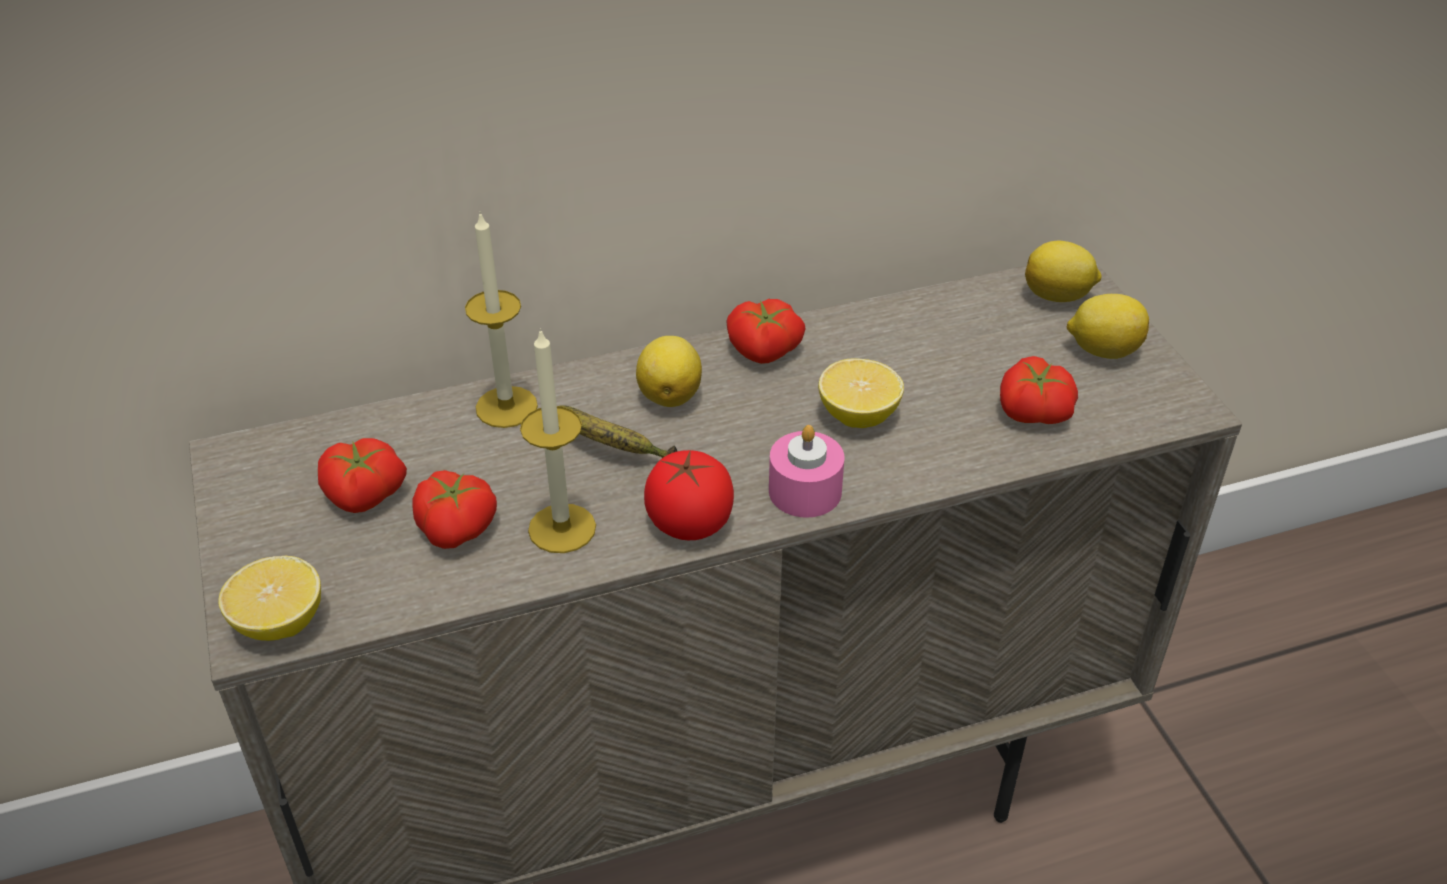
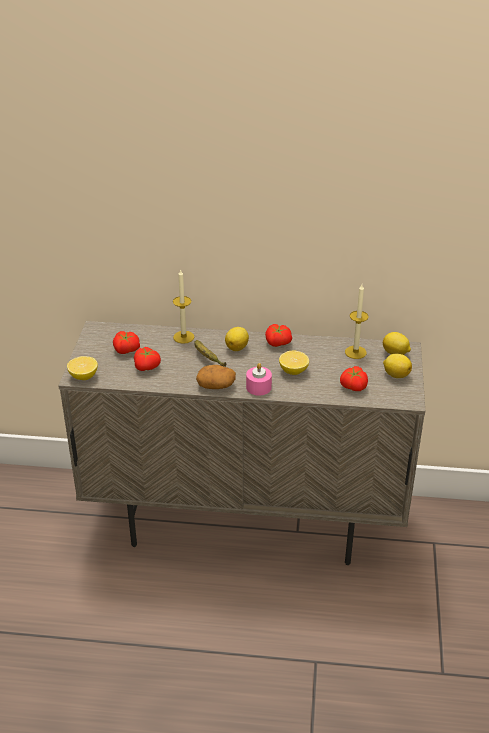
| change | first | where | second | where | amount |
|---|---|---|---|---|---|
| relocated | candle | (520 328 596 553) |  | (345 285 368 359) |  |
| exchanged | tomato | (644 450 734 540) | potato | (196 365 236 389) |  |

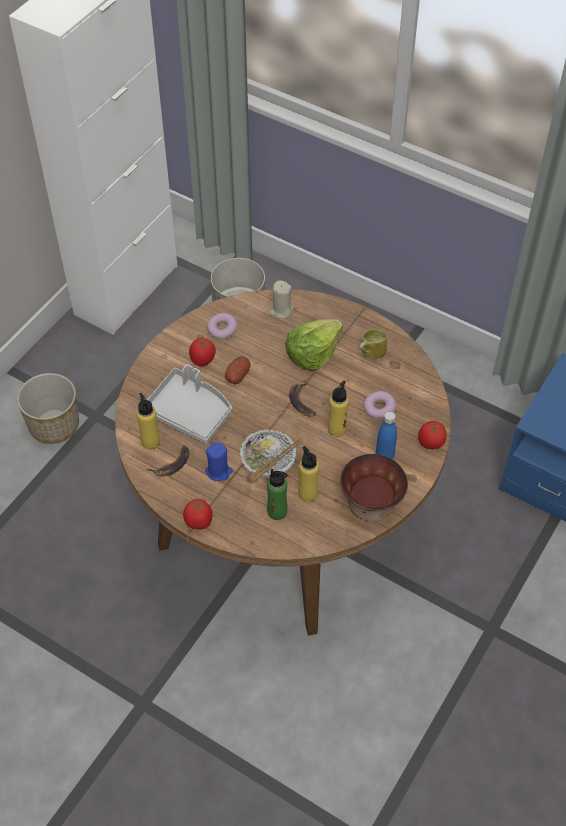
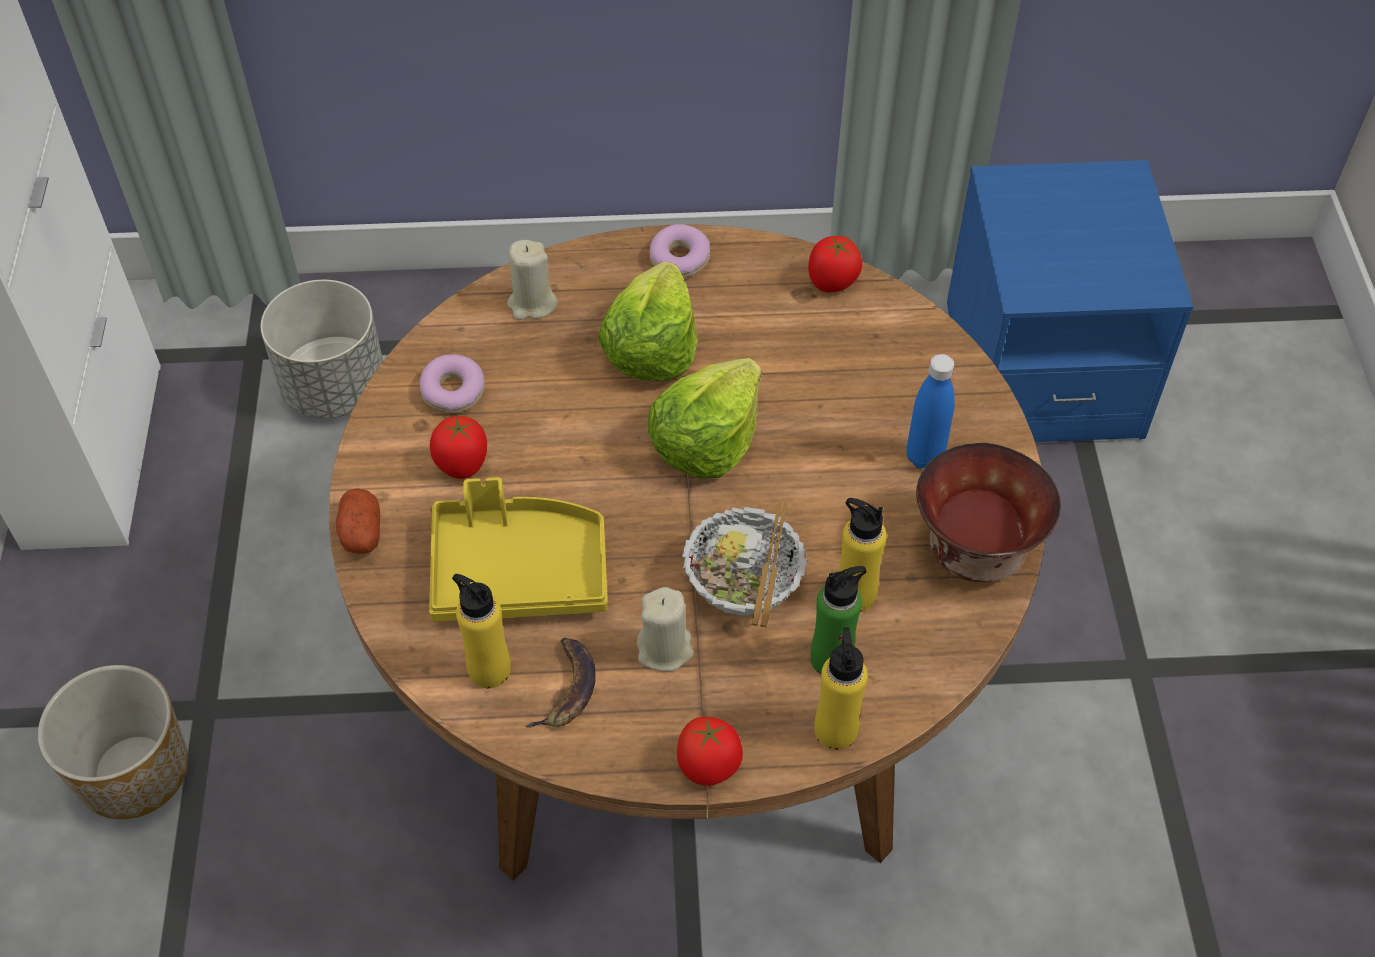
| change | first | where | second | where | amount |
|---|---|---|---|---|---|
| missing | mug | (359 329 387 358) |  |  |  |
| relocated | potato | (225 356 251 384) |  | (336 488 380 554) |  |
| colour | grey tray | (147 364 232 444) | yellow tray | (429 477 608 621) |  |
| relocated | yellow bottle | (328 380 349 437) |  | (814 627 868 750) |  |
| exchanged | banana | (289 382 316 416) | lettuce | (648 358 761 479) |  |
| relocated | donut | (364 391 396 420) |  | (650 224 710 278) |  |
| relocated | tomato | (418 421 446 449) |  | (808 236 862 293) |  |
| colour | blue candle | (205 442 233 481) | beige candle | (637 587 694 672) |  |

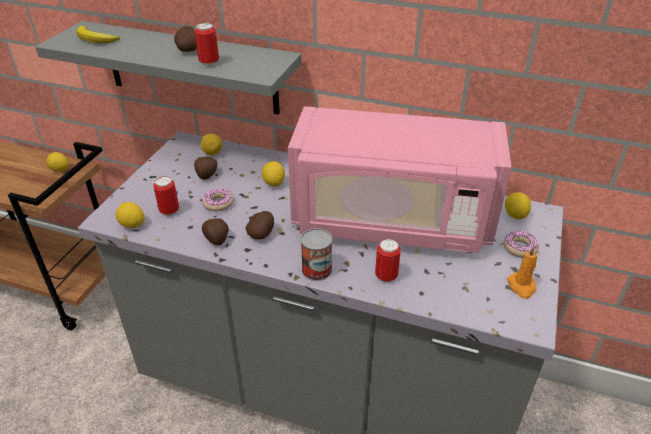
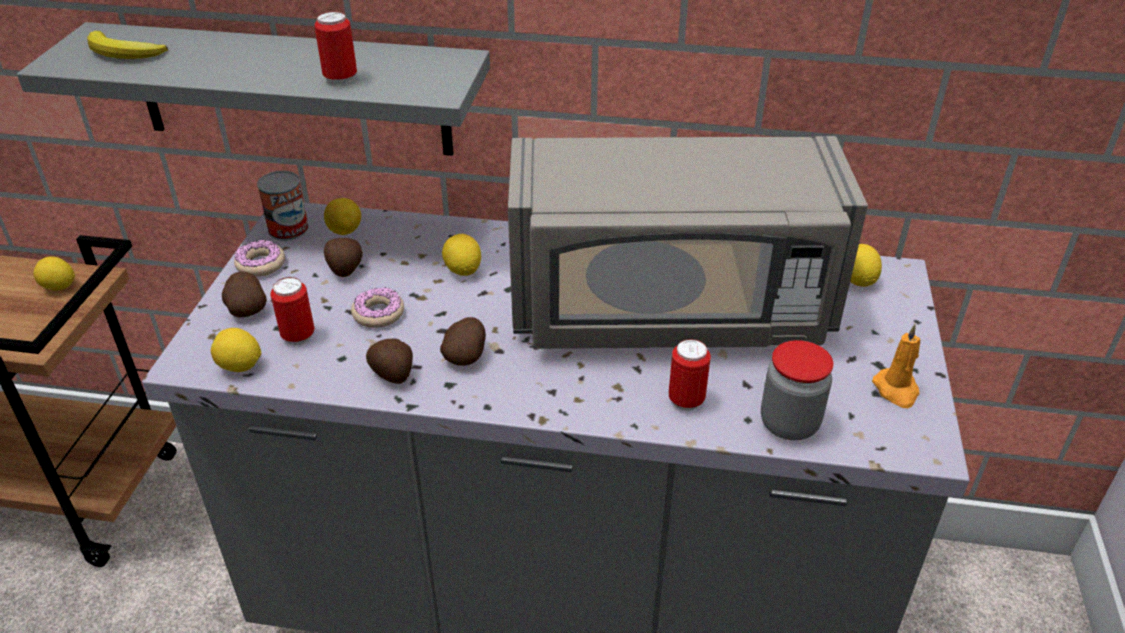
| change | first | where | second | where | amount |
|---|---|---|---|---|---|
| relocated | potato | (174 26 197 52) |  | (222 272 267 318) |  |
| colour | pink microwave | (288 106 512 253) | grey microwave | (508 136 868 349) |  |
| relocated | can | (301 228 332 281) |  | (257 171 309 241) |  |
| relocated | donut | (504 230 539 258) |  | (234 240 285 277) |  |
| appeared |  |  | jar | (761 340 833 440) |  |

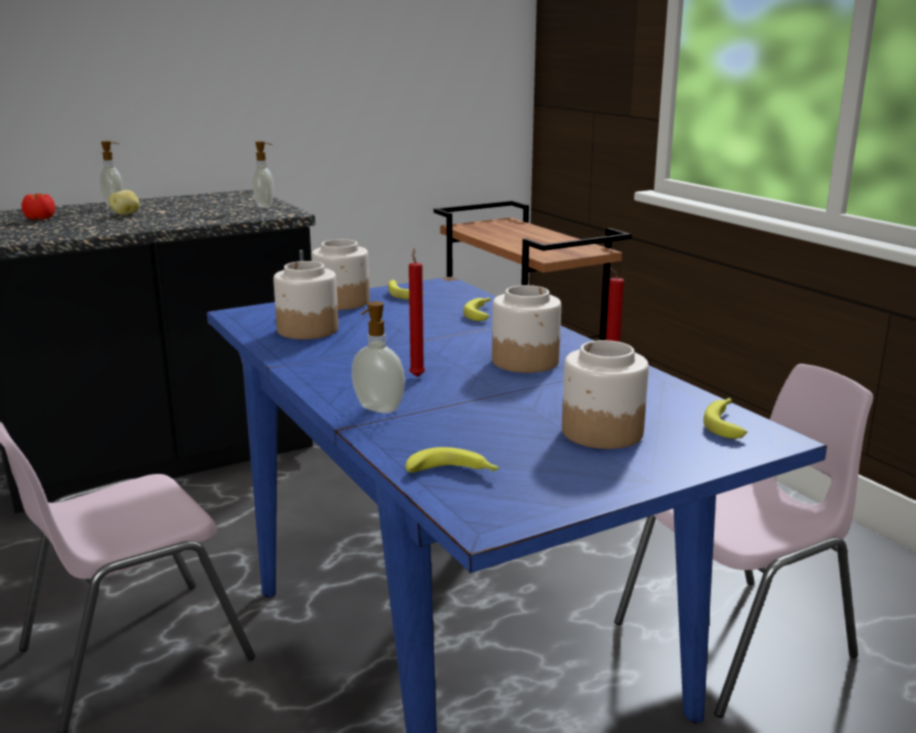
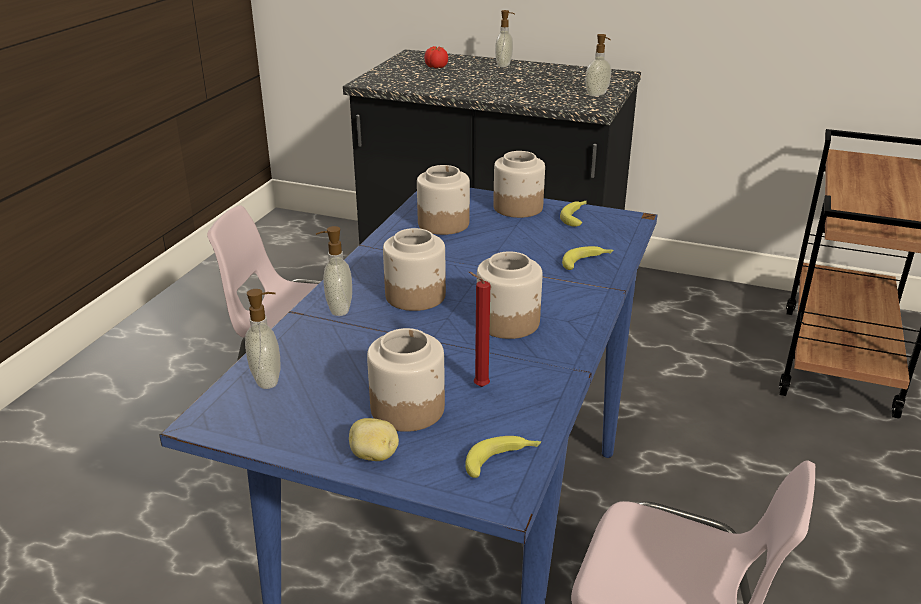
| change | first | where | second | where | amount |
|---|---|---|---|---|---|
| relocated | potato | (109 190 139 215) |  | (349 418 399 461) |  |
| exchanged | red candle | (409 248 425 377) | jar | (383 228 446 311) |  |
| exchanged | banana | (405 447 500 473) | soap dispenser | (245 289 281 389) |  |

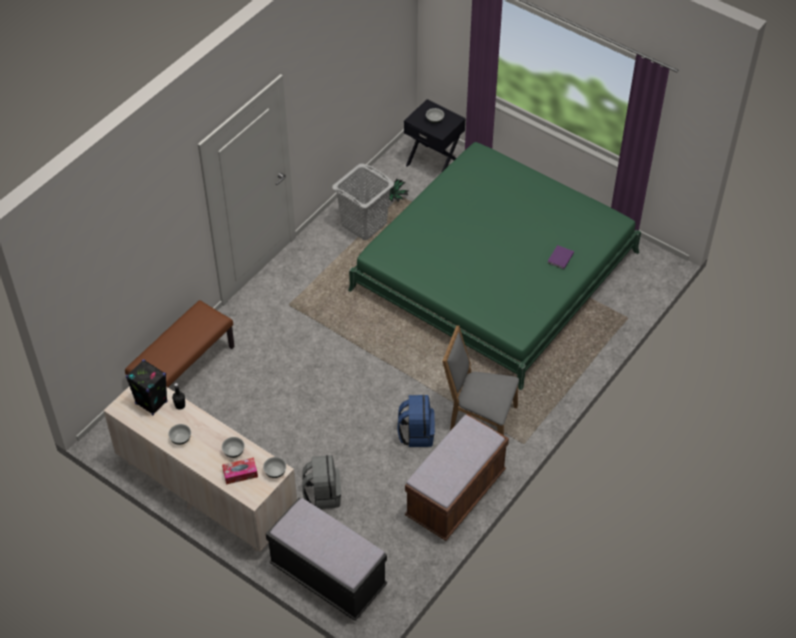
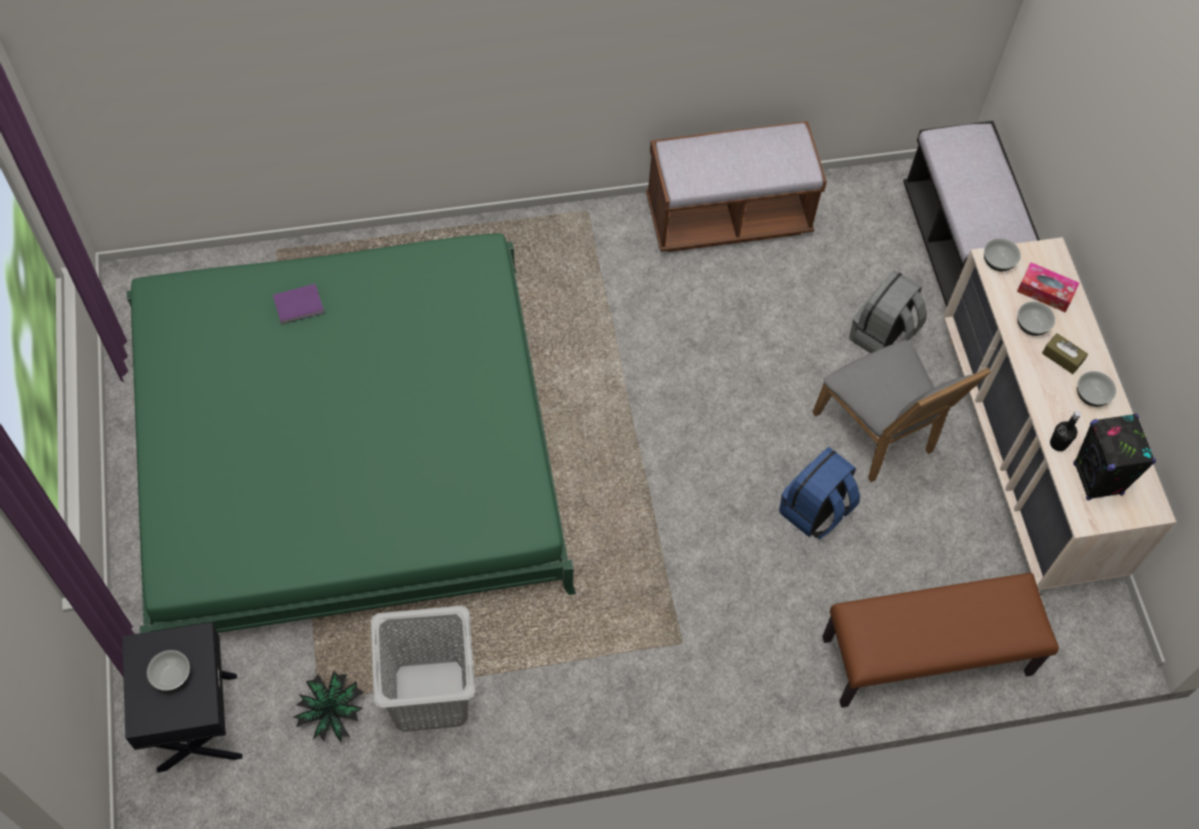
| change | first | where | second | where | amount |
|---|---|---|---|---|---|
| relocated | grey chair | (442 325 519 435) |  | (812 340 991 482) |  |
| relocated | blue backpack | (397 395 435 447) |  | (779 447 860 539) |  |
| appeared |  |  | brown tissue box | (1042 333 1088 374) |  |

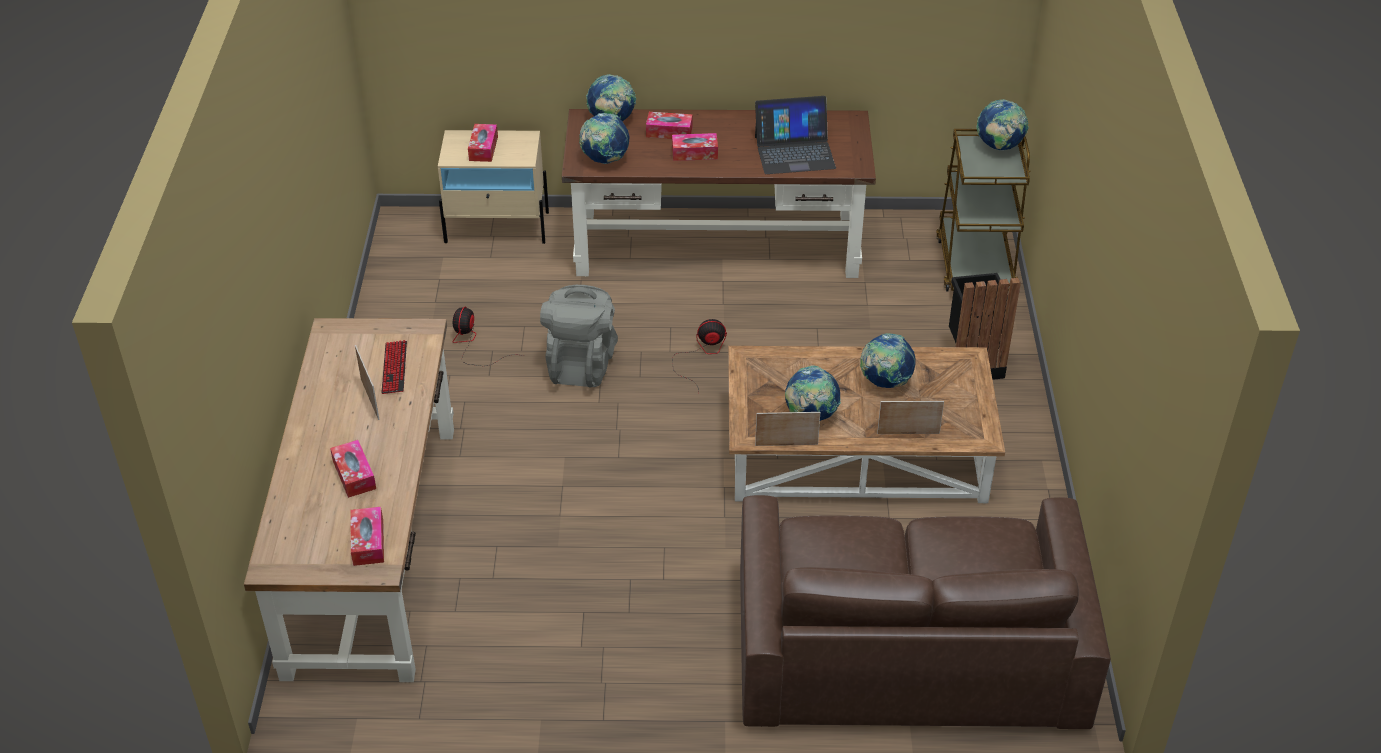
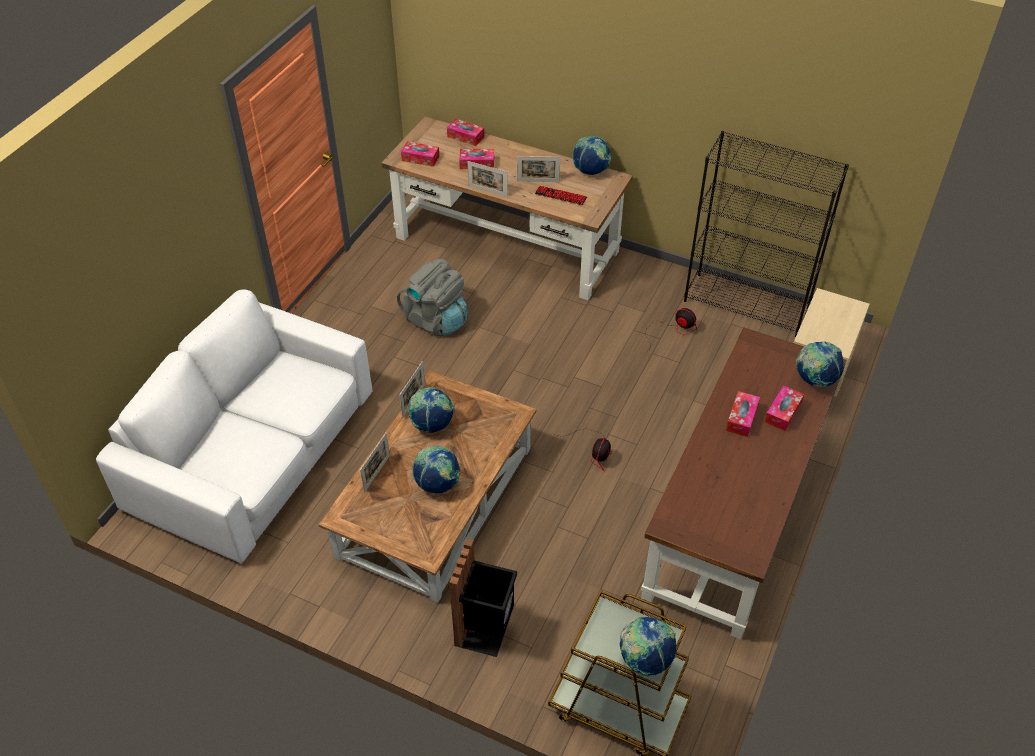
| change | first | where | second | where | amount |
|---|---|---|---|---|---|
| missing | laptop | (755 96 836 174) |  |  |  |
| relocated | globe | (579 113 629 164) |  | (572 136 611 175) |  |
| relocated | tissue box | (468 124 498 162) |  | (447 119 484 146) |  |
| relocated | grey backpack | (540 285 618 388) |  | (397 259 468 336) |  |
| colour | brown sofa | (740 495 1111 729) | white sofa | (96 289 372 563) |  |
| appeared |  |  | black bookcase | (684 131 849 337) |  |
| appeared |  |  | picture frame | (467 161 508 197) |  |

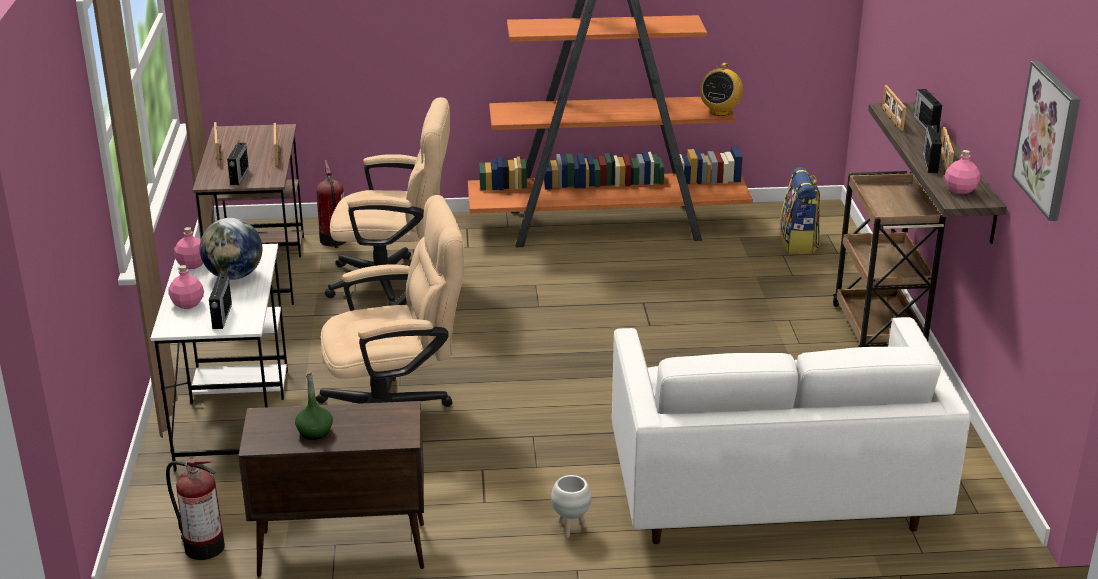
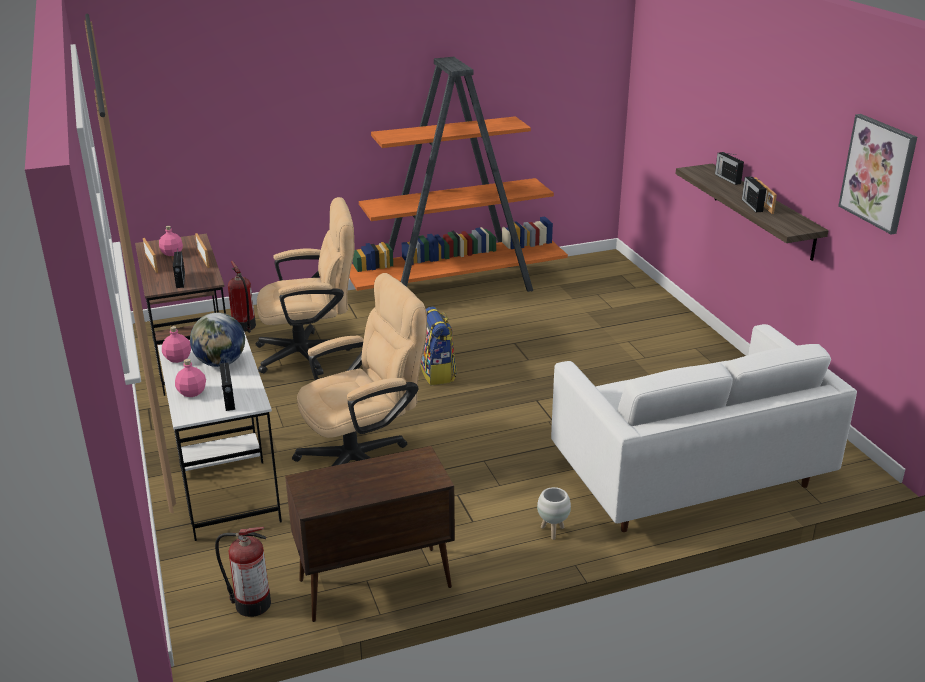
| change | first | where | second | where | amount |
|---|---|---|---|---|---|
| missing | radio | (700 63 743 116) |  |  |  |
| missing | picture frame | (882 85 906 131) |  |  |  |
| relocated | pink bottle | (944 150 980 194) |  | (159 226 183 256) |  |
| relocated | backpack | (780 167 820 254) |  | (420 307 457 385) |  |
| missing | brown cart | (833 171 946 347) |  |  |  |
| missing | green bottle | (295 370 333 440) |  |  |  |

